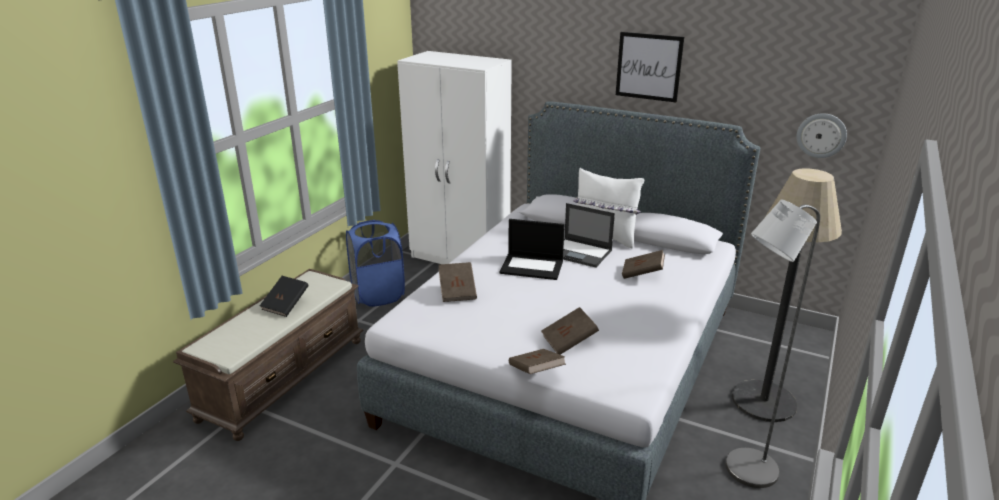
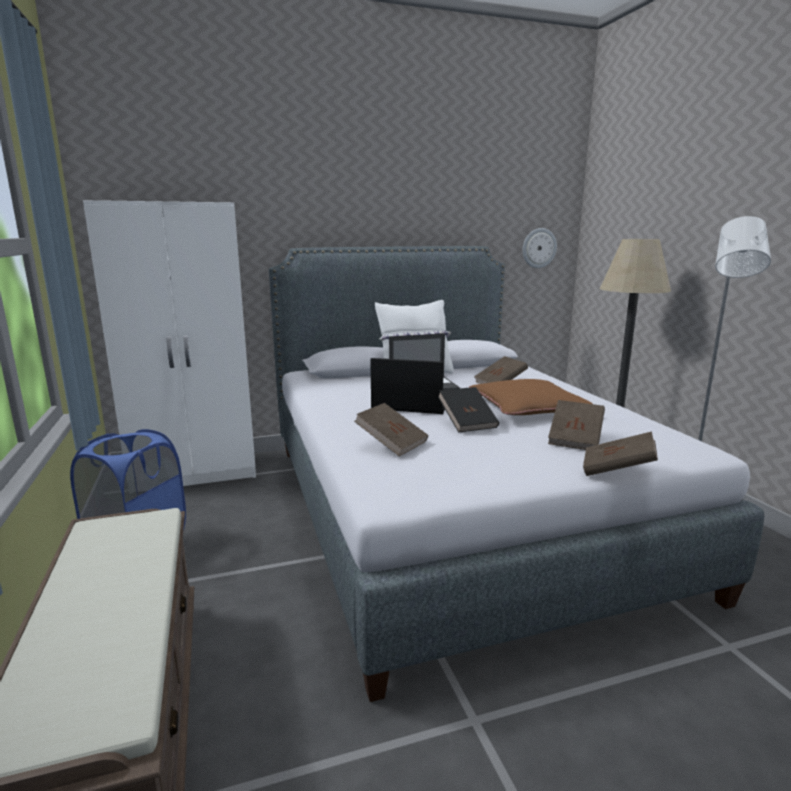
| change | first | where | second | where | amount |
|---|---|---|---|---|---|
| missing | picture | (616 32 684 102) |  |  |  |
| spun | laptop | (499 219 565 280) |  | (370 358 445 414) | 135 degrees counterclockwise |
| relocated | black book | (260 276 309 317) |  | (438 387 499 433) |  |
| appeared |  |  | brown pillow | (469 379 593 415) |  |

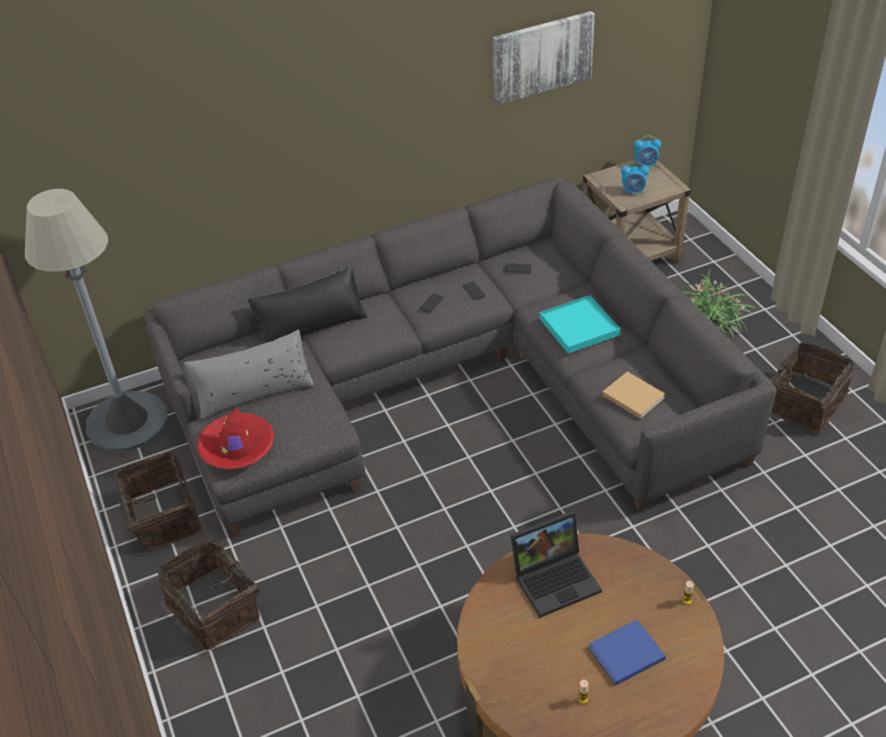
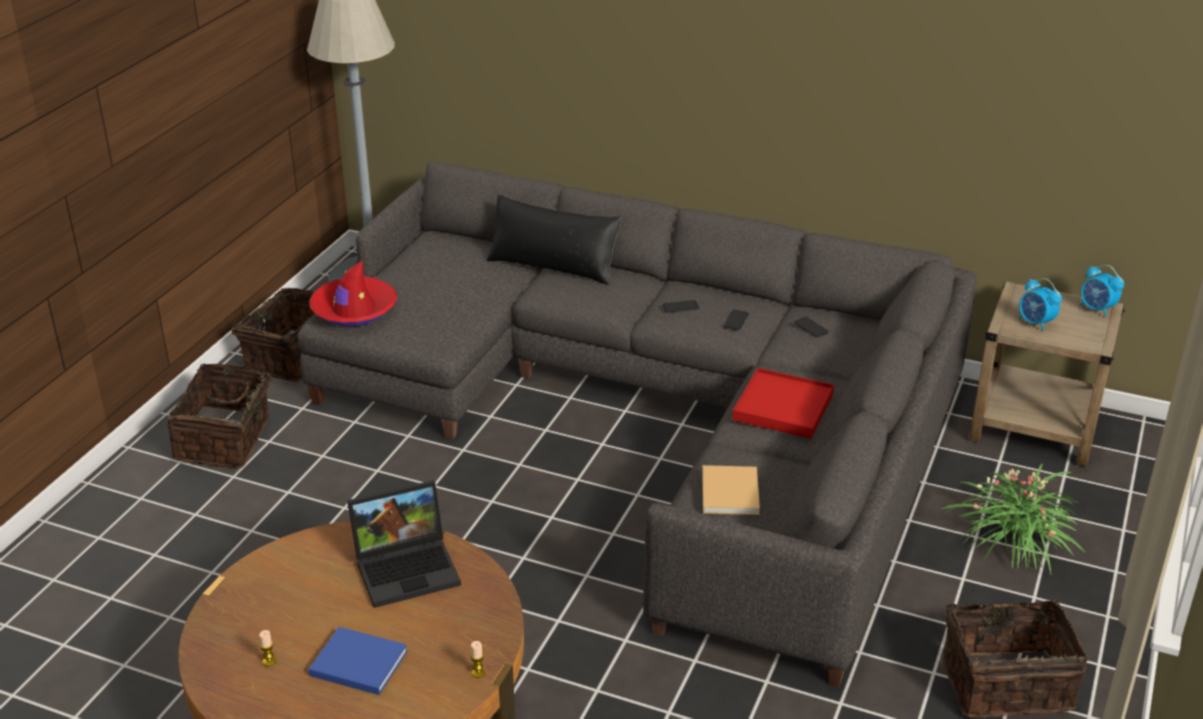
| change | first | where | second | where | amount |
|---|---|---|---|---|---|
| missing | picture | (493 11 595 105) |  |  |  |
| colour | turquoise tray | (540 295 620 354) | red tray | (732 368 834 439) |  |
| missing | grey pillow | (184 330 315 419) |  |  |  |
| spun | laptop | (510 511 602 618) |  | (347 480 461 608) | 45 degrees counterclockwise |

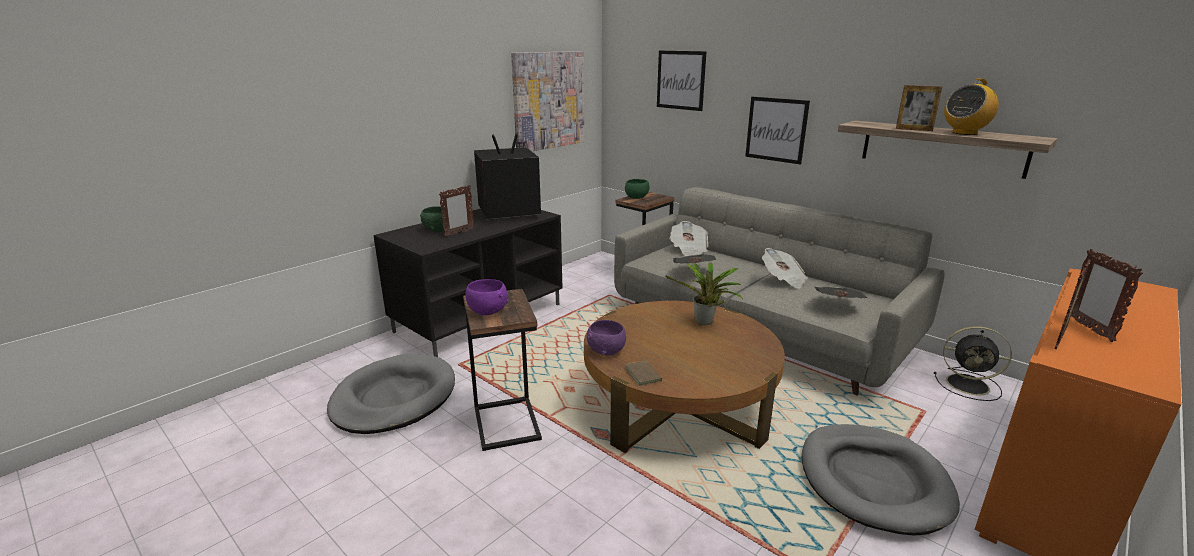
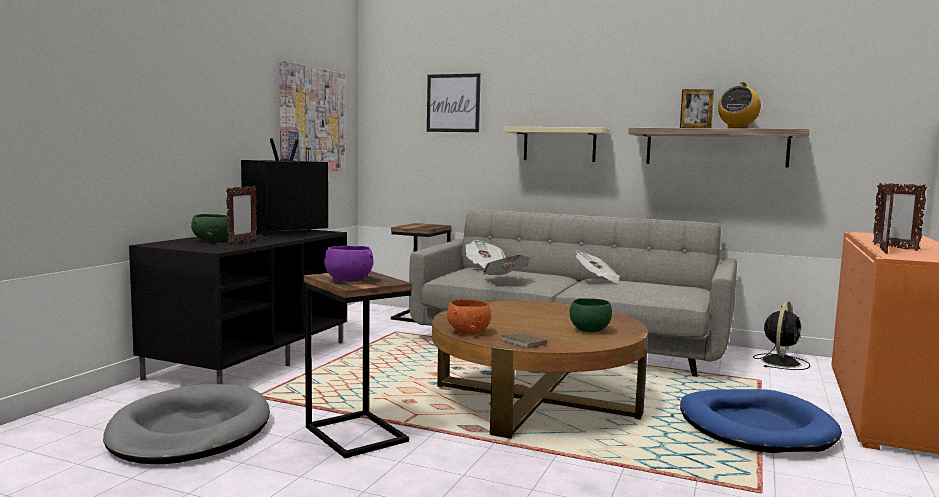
| change | first | where | second | where | amount |
|---|---|---|---|---|---|
| exchanged | picture | (745 97 810 165) | beige shelf | (504 127 609 162) |  |
| relocated | green bowl | (625 179 649 199) |  | (570 298 612 332) |  |
| missing | potted plant | (665 263 743 325) |  |  |  |
| missing | newspaper | (815 287 867 299) |  |  |  |
| colour | purple bowl | (587 320 626 356) | orange bowl | (447 299 491 335) |  |
| spun | black fan | (934 326 1012 401) |  | (753 301 811 370) | 60 degrees counterclockwise |
| colour | grey dog bed | (802 424 960 536) | blue dog bed | (680 389 842 453) |  |

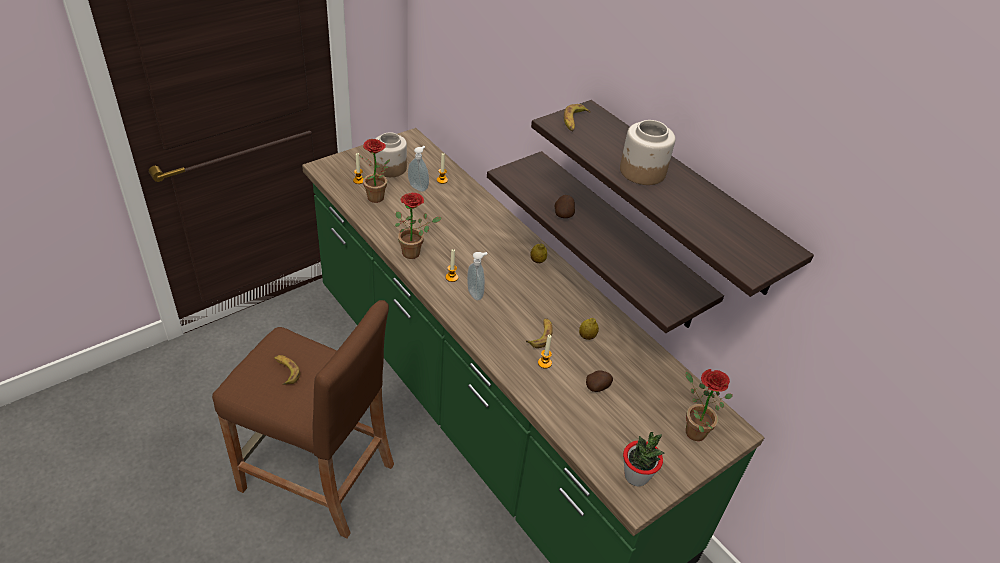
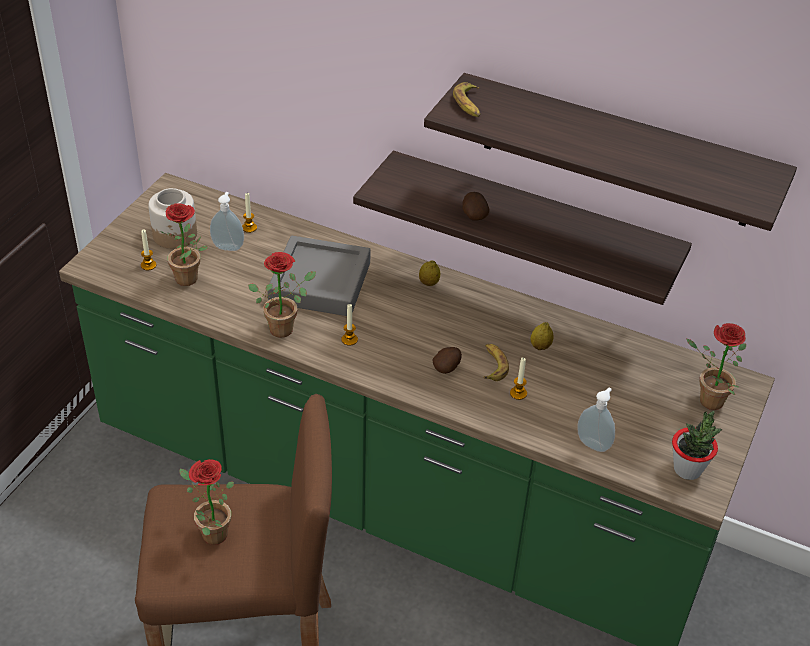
| change | first | where | second | where | amount |
|---|---|---|---|---|---|
| missing | jar | (620 120 675 185) |  |  |  |
| relocated | soap dispenser | (467 252 487 300) |  | (577 388 615 452) |  |
| exchanged | banana | (274 355 300 385) | potted plant | (179 459 234 545) |  |
| relocated | potato | (586 370 613 392) |  | (433 347 462 374) |  |
| appeared |  |  | grey tray | (268 236 371 316) |  |

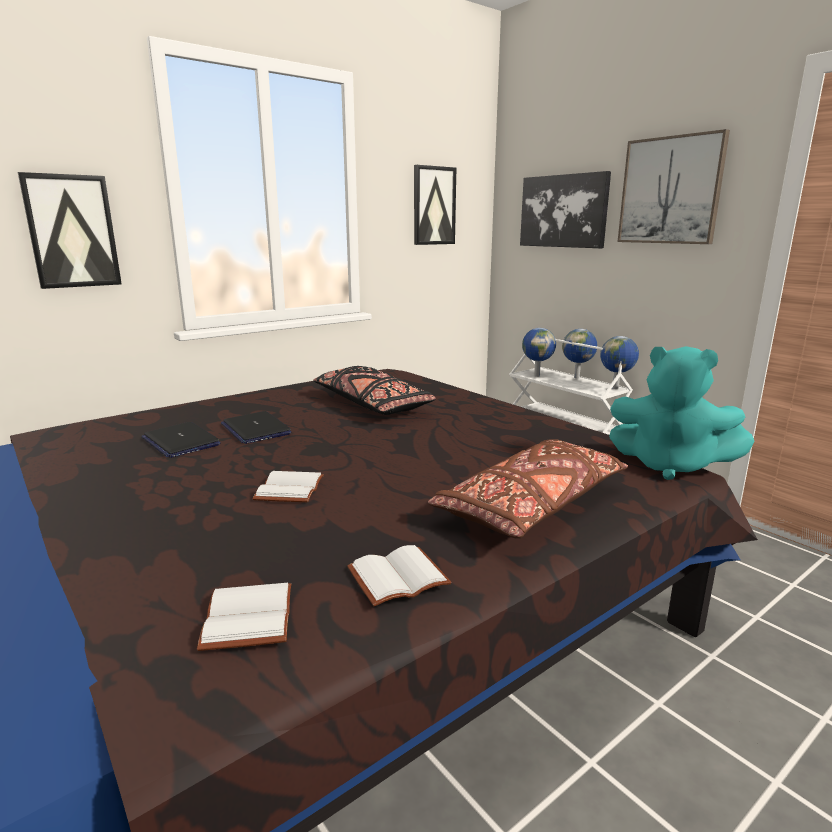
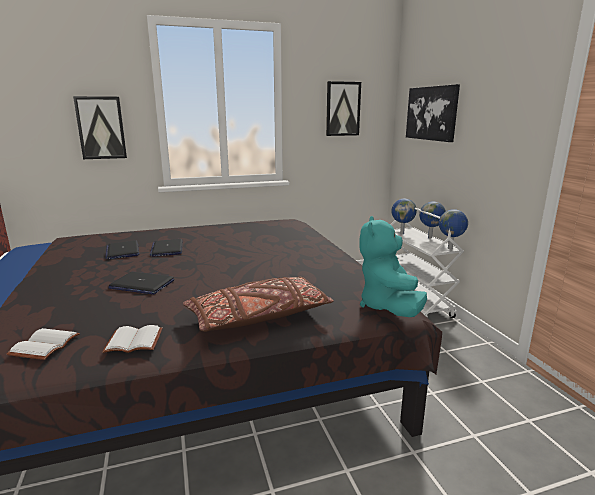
| change | first | where | second | where | amount |
|---|---|---|---|---|---|
| missing | picture | (618 129 730 244) |  |  |  |
| spun | turquoise plush toy | (609 346 754 480) |  | (359 216 427 317) | 45 degrees clockwise |
| missing | black pillow | (313 366 436 415) |  |  |  |
| exchanged | white book | (253 471 324 502) | laptop | (108 272 174 294) |  |

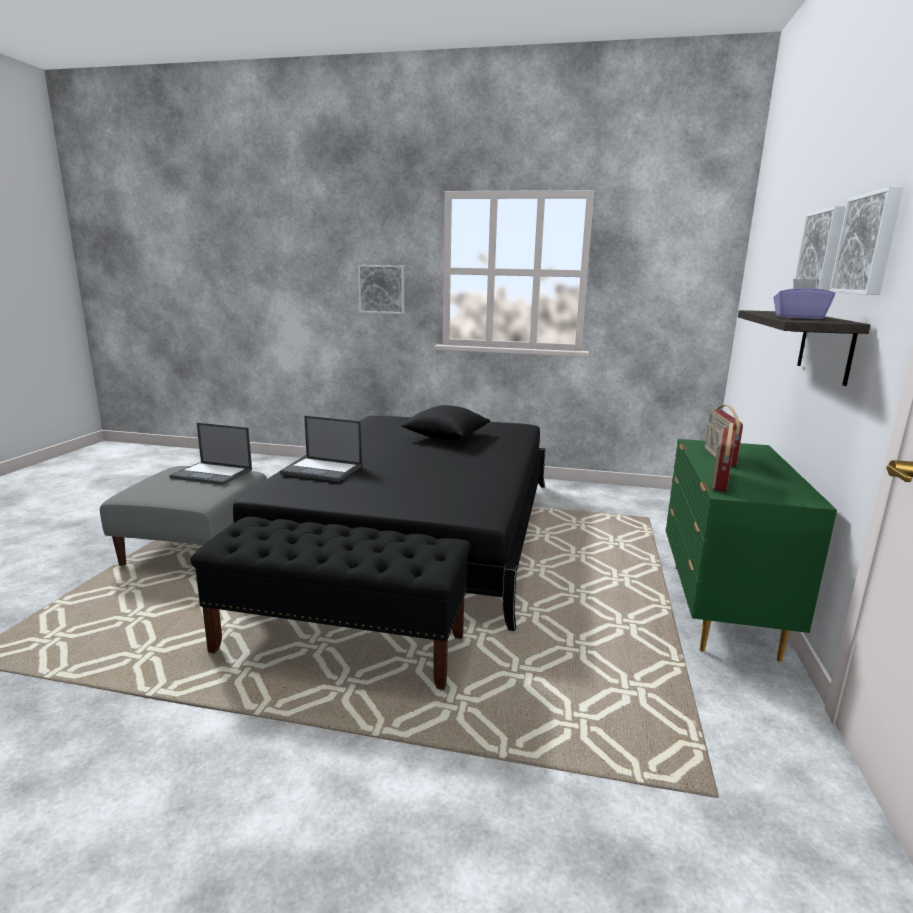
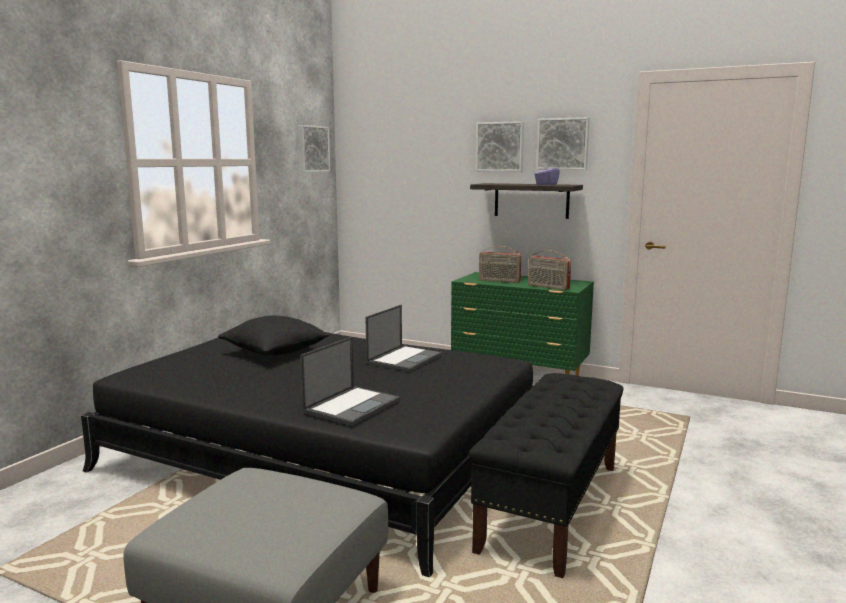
| change | first | where | second | where | amount |
|---|---|---|---|---|---|
| relocated | picture | (358 265 405 314) |  | (298 125 330 172) |  |
| relocated | laptop | (169 423 252 485) |  | (366 305 442 372) |  |

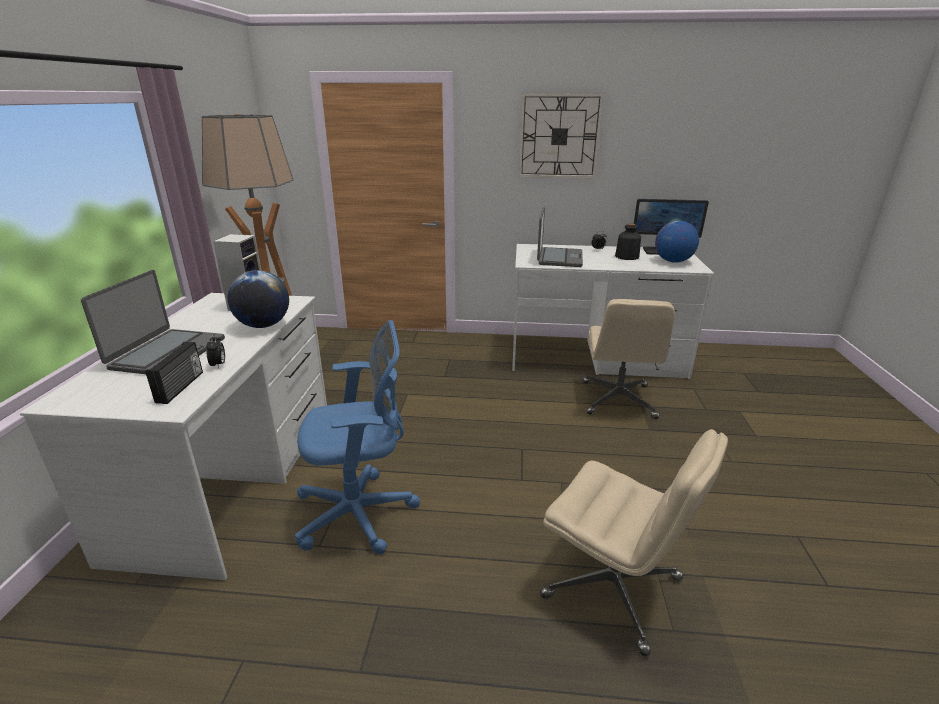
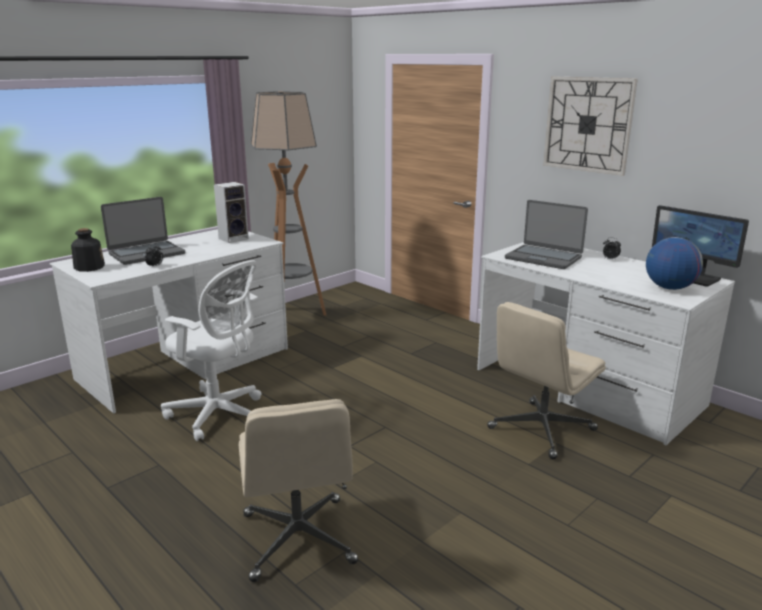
| change | first | where | second | where | amount |
|---|---|---|---|---|---|
| spun | laptop | (537 207 583 267) |  | (505 200 588 269) | 75 degrees clockwise |
| relocated | bottle | (615 223 641 260) |  | (71 228 105 272) |  |
| missing | globe | (227 270 289 328) |  |  |  |
| colour | blue office chair | (295 320 420 555) | white office chair | (161 260 262 441) |  |
| missing | radio | (145 342 203 404) |  |  |  |

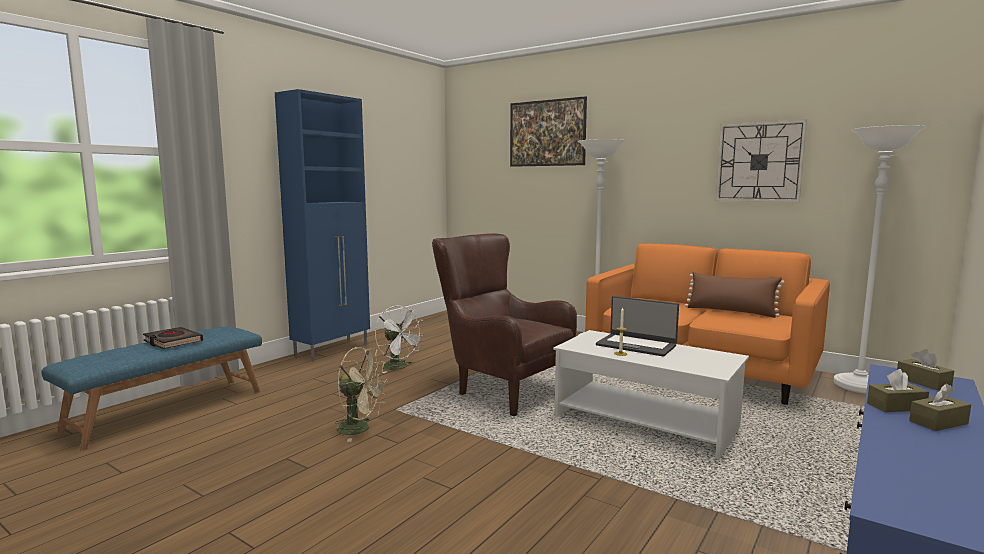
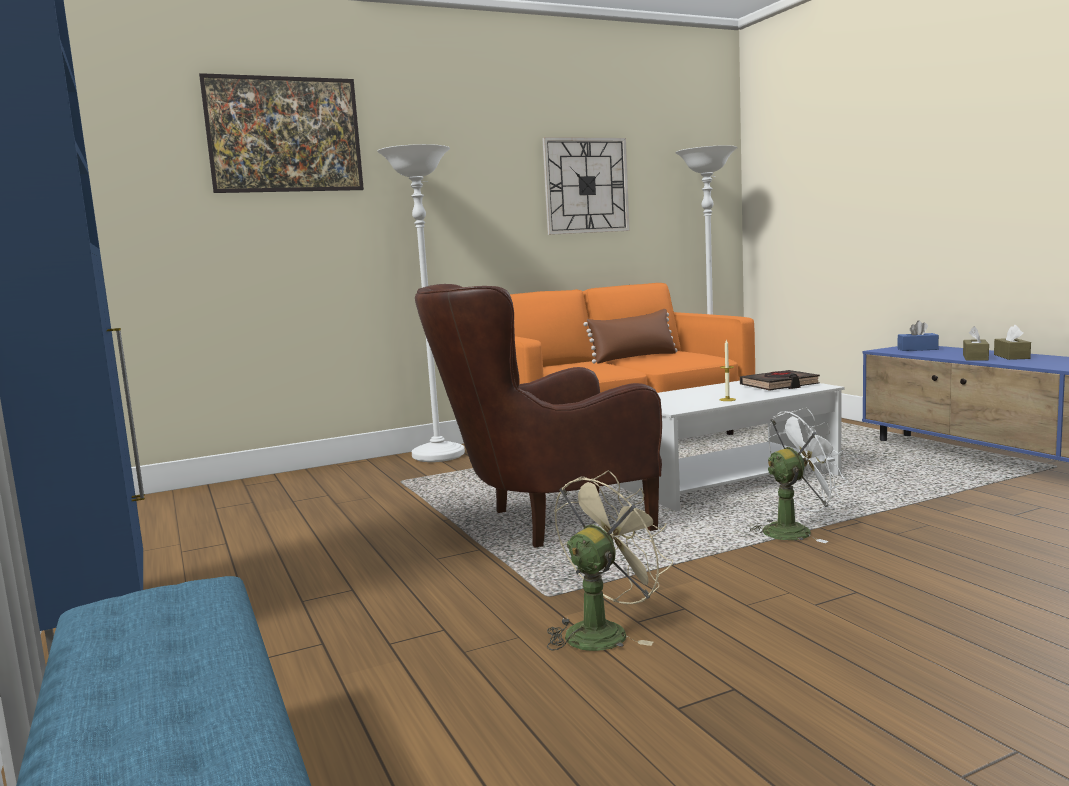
| change | first | where | second | where | amount |
|---|---|---|---|---|---|
| missing | laptop | (596 296 679 356) |  |  |  |
| relocated | white fan | (375 306 424 373) |  | (750 407 848 543) |  |
| relocated | black book | (143 327 203 349) |  | (740 370 820 391) |  |
| colour | brown tissue box | (897 349 954 390) | blue tissue box | (898 320 939 351) |  |

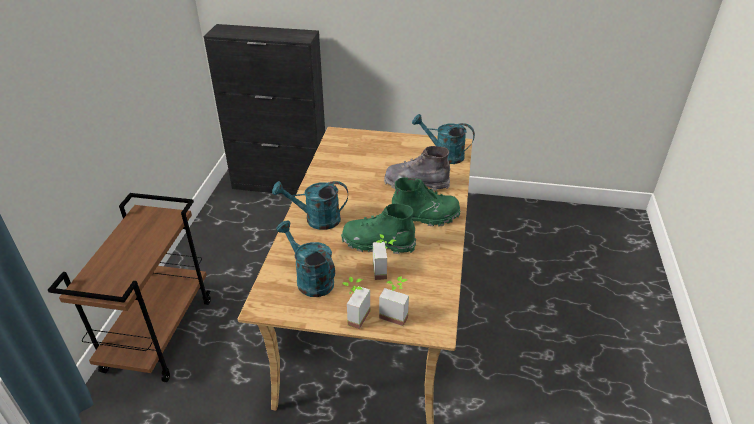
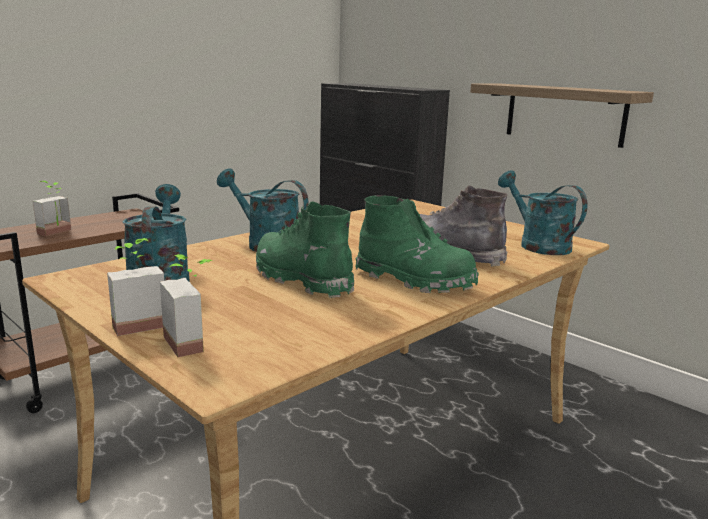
| change | first | where | second | where | amount |
|---|---|---|---|---|---|
| relocated | potted plant | (373 234 396 280) |  | (33 181 71 236) |  |
| appeared |  |  | shelf | (470 83 654 148) |  |

